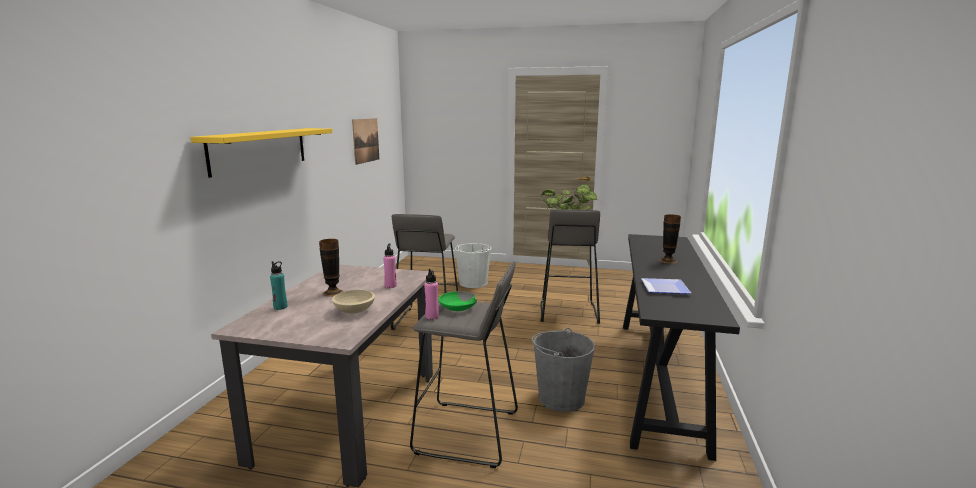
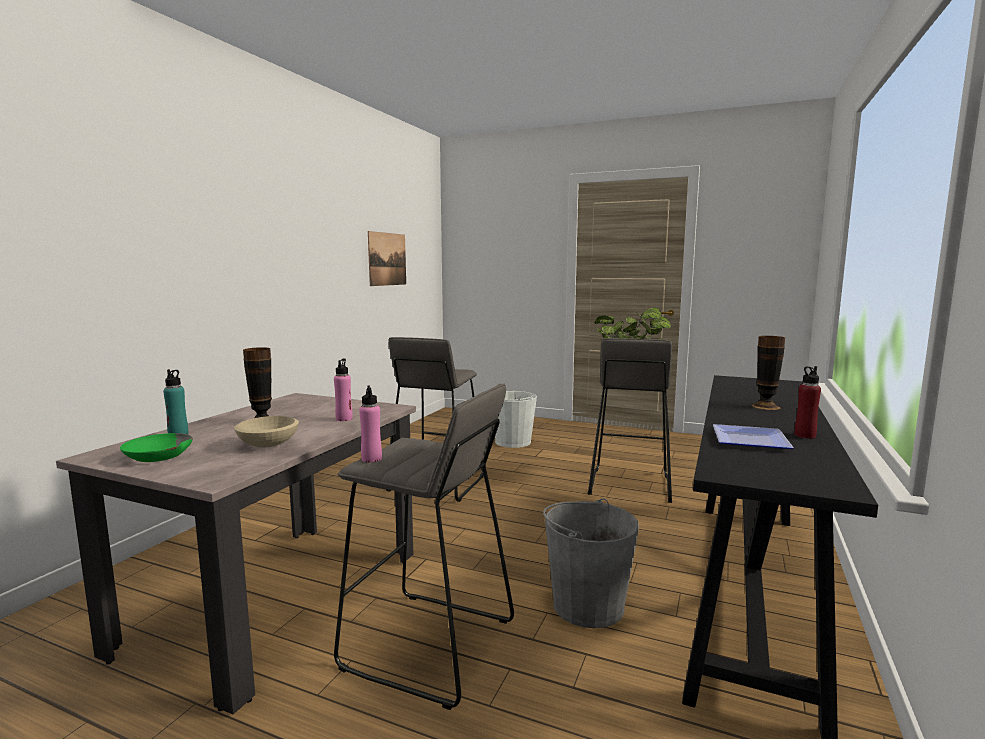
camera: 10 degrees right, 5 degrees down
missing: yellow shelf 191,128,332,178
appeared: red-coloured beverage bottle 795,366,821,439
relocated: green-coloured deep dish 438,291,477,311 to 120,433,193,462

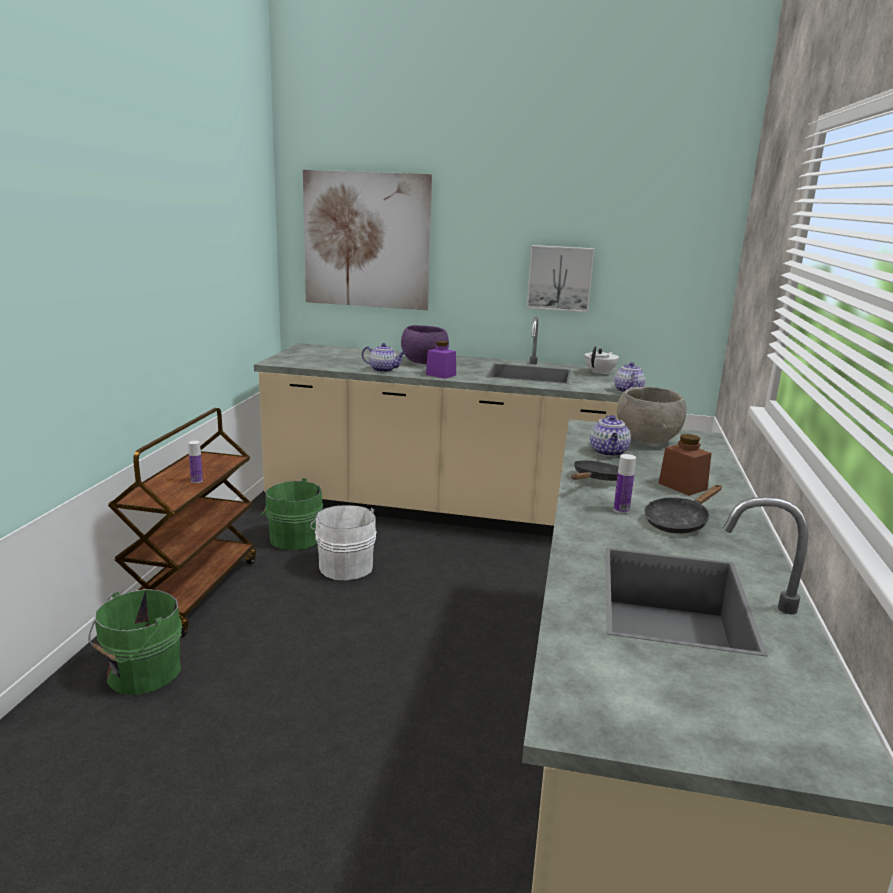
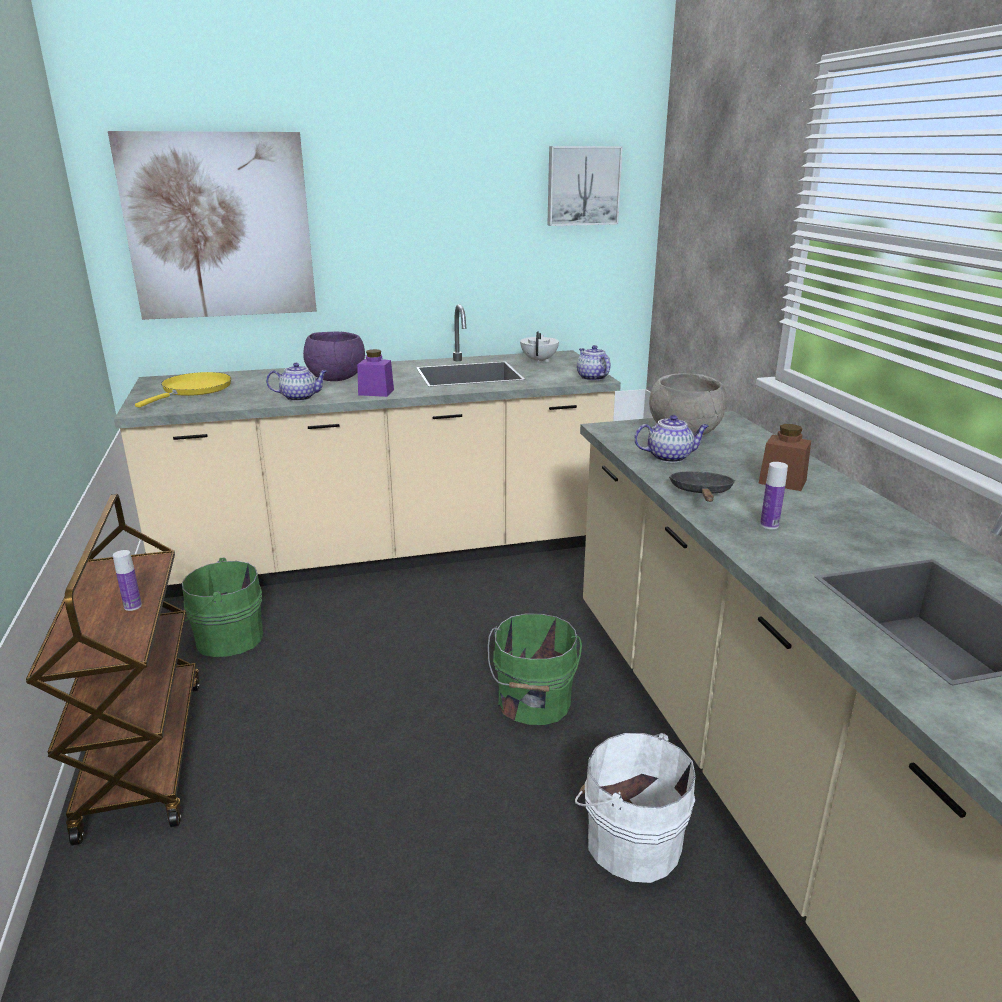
camera: 25 degrees left, 5 degrees up
missing: black frying pan 644,485,722,534
appeared: yellow frying pan 135,372,231,407
relocated: green-coloured water bucket 88,589,182,695 to 488,614,582,725; wall art 527,245,594,312 to 547,146,623,226; white water bucket 310,505,377,580 to 575,733,696,883
spun: pot for tea 590,415,631,457 = 634,415,709,463 75 degrees counterclockwise

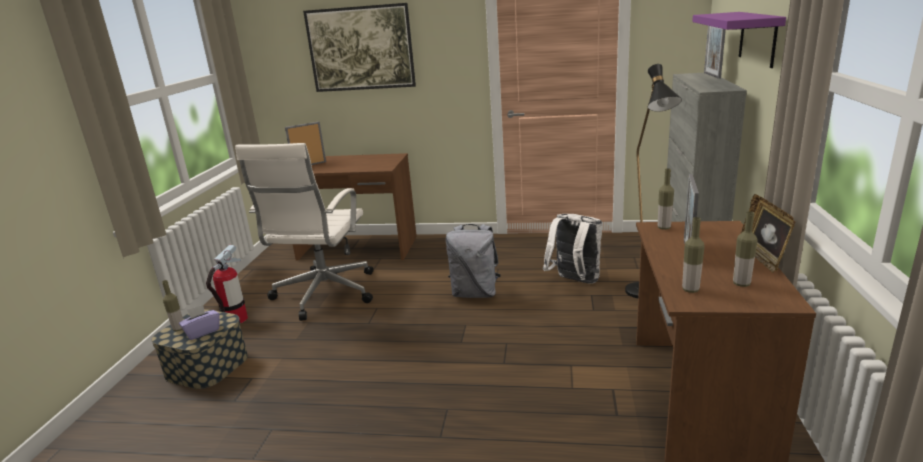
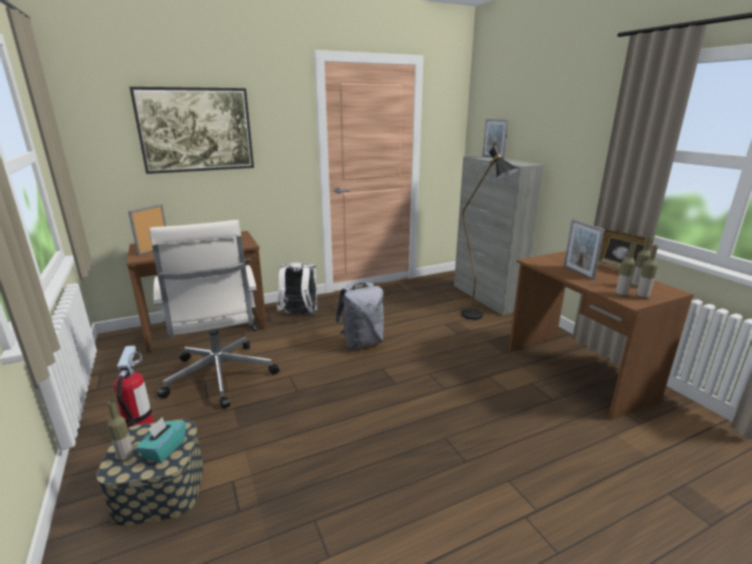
camera: 35 degrees left, 0 degrees up
missing: purple-coloured shelf 692,12,786,68
relocated: white backpack 543,214,602,283 to 277,263,319,315; beverage bottle 658,168,674,230 to 637,245,658,299
colour: purple-coloured box of tissues 179,305,220,340 to blue-green box of tissues 136,417,186,463

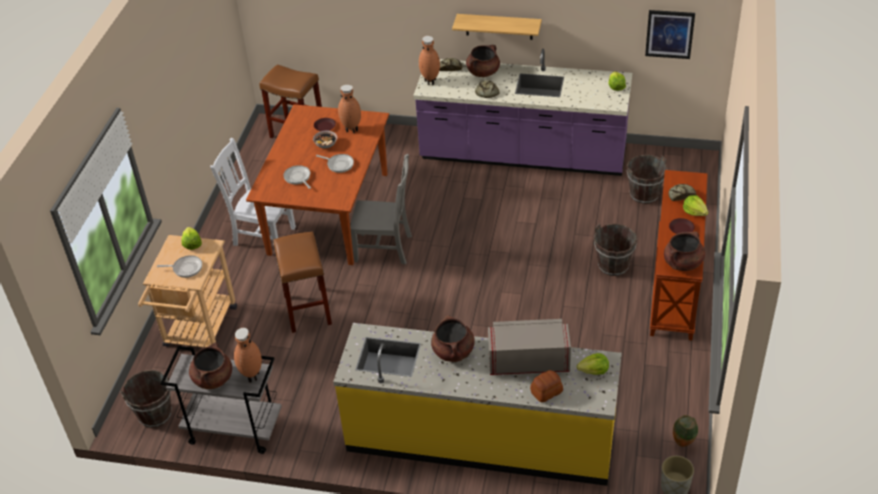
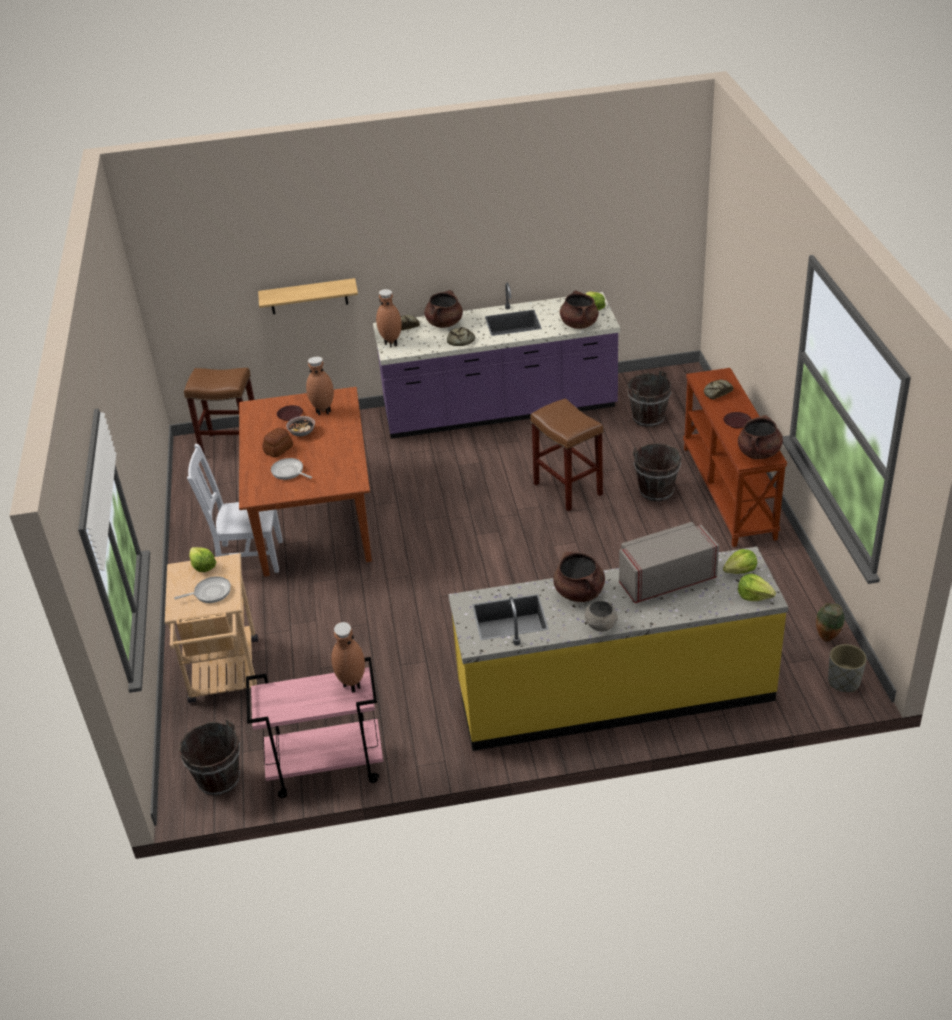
camera: 20 degrees left, 5 degrees down
missing: frying pan 316,154,354,173; grey plain chair 350,154,412,265; wall art 645,10,695,59
appeared: grey deep dish 585,601,618,631
relocated: shelf 452,14,542,40 to 258,278,358,314; bread 530,370,563,402 to 262,428,293,457; brown-coloured stool 273,232,332,333 to 530,398,603,511; brown-coloured stockpot 189,342,232,389 to 560,290,599,329; head of lettuce 683,195,708,216 to 738,573,776,601
colour: grey wheeled cart 160,346,282,454 to pinkish wheeled cart 246,657,383,798

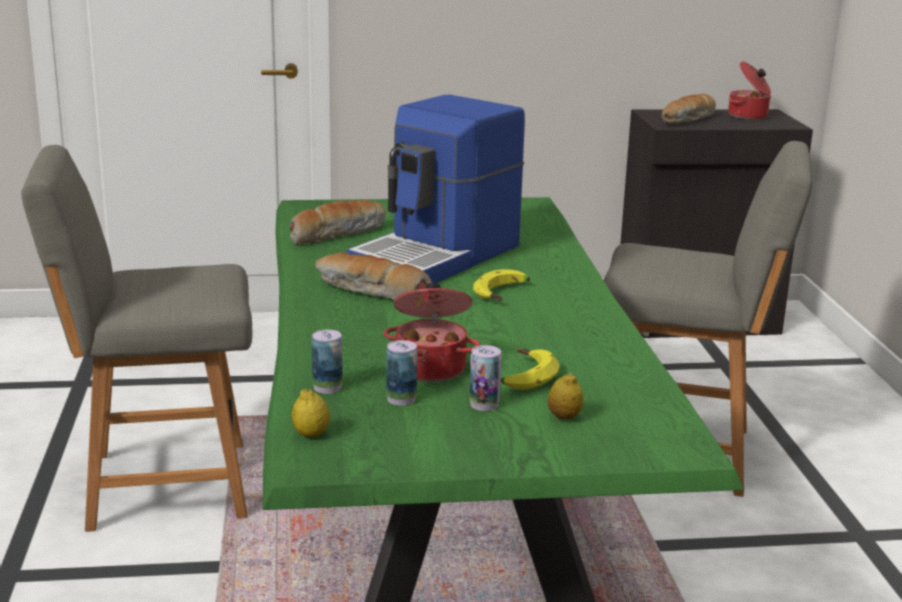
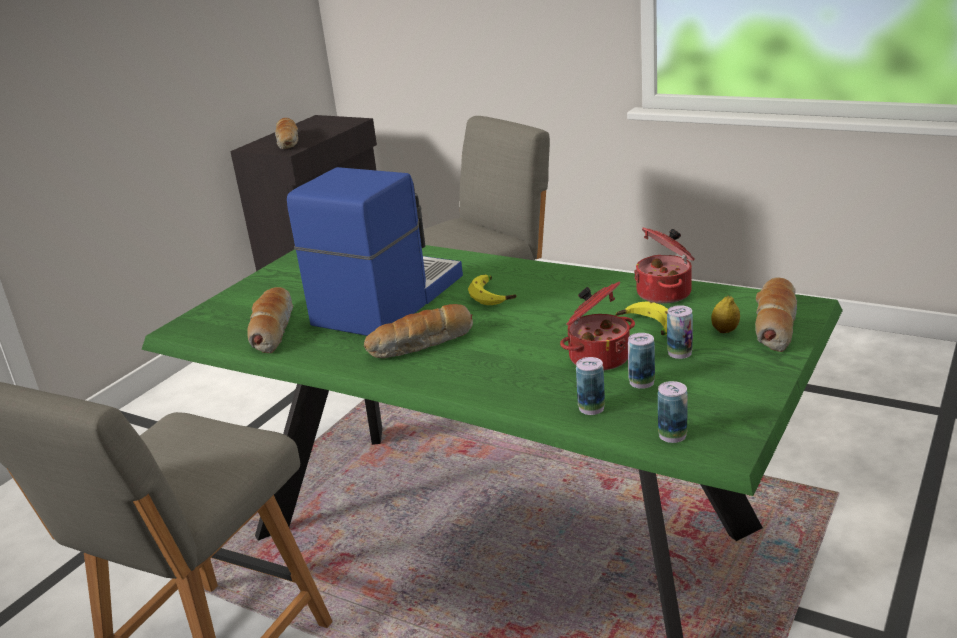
camera: 50 degrees left, 5 degrees up
appeared: bread 755,278,797,352
relocated: stockpot 728,61,771,120 to 634,228,695,304
exchanged: whole lemon 292,389,330,437 to can 658,381,688,443
spun: coffee machine 347,95,525,283 = 287,167,463,336 135 degrees counterclockwise

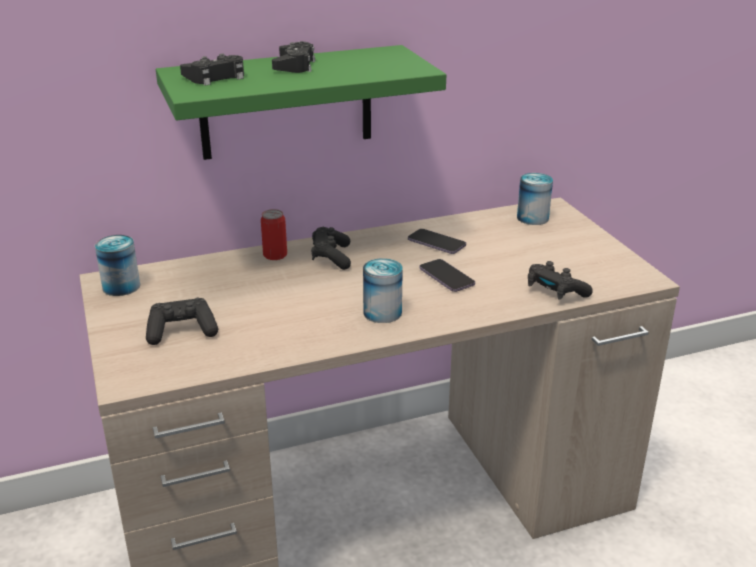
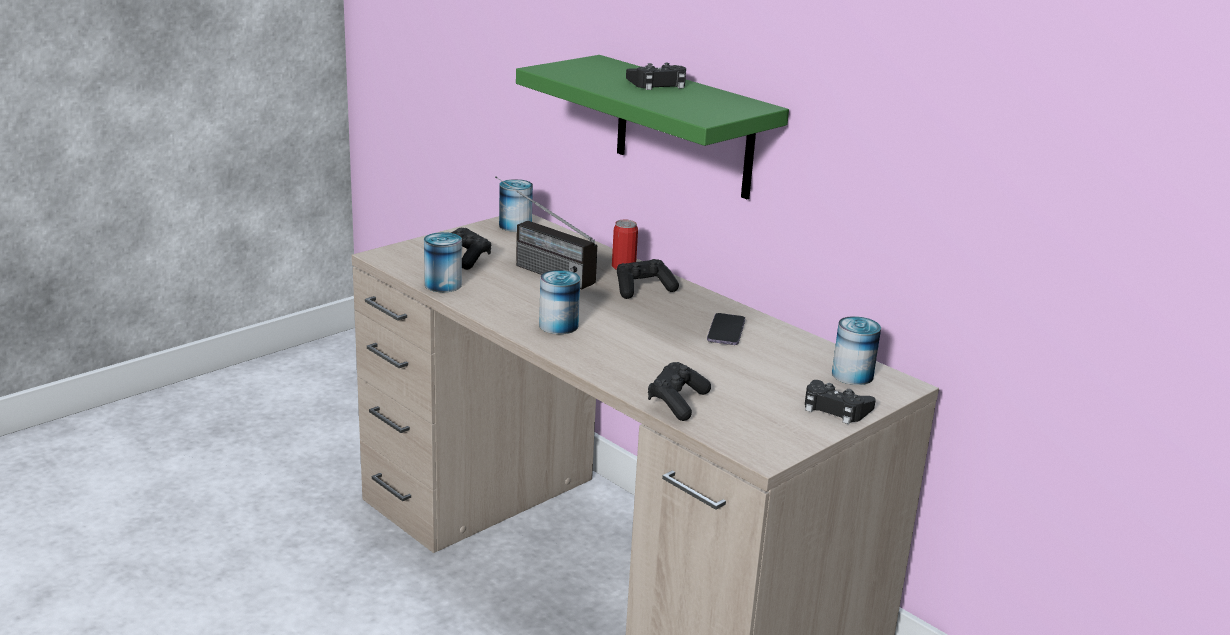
camera: 65 degrees right, 5 degrees down
missing: phone 419,259,475,292
appeared: can 424,232,462,292; radio 495,176,597,289
relocated: black game controller 180,53,244,86 to 805,380,876,424

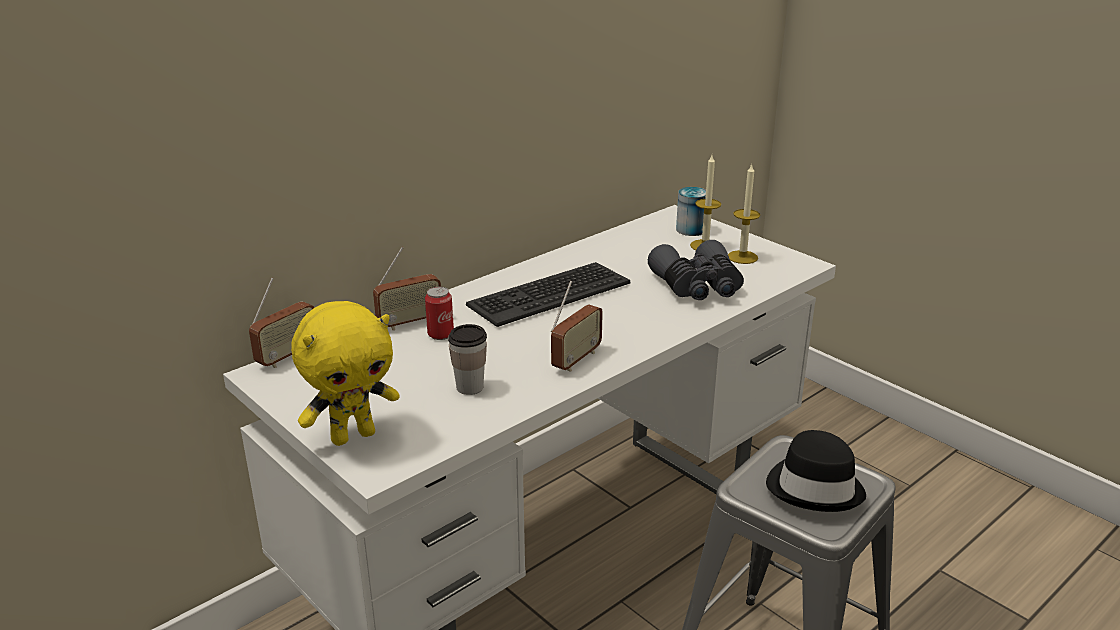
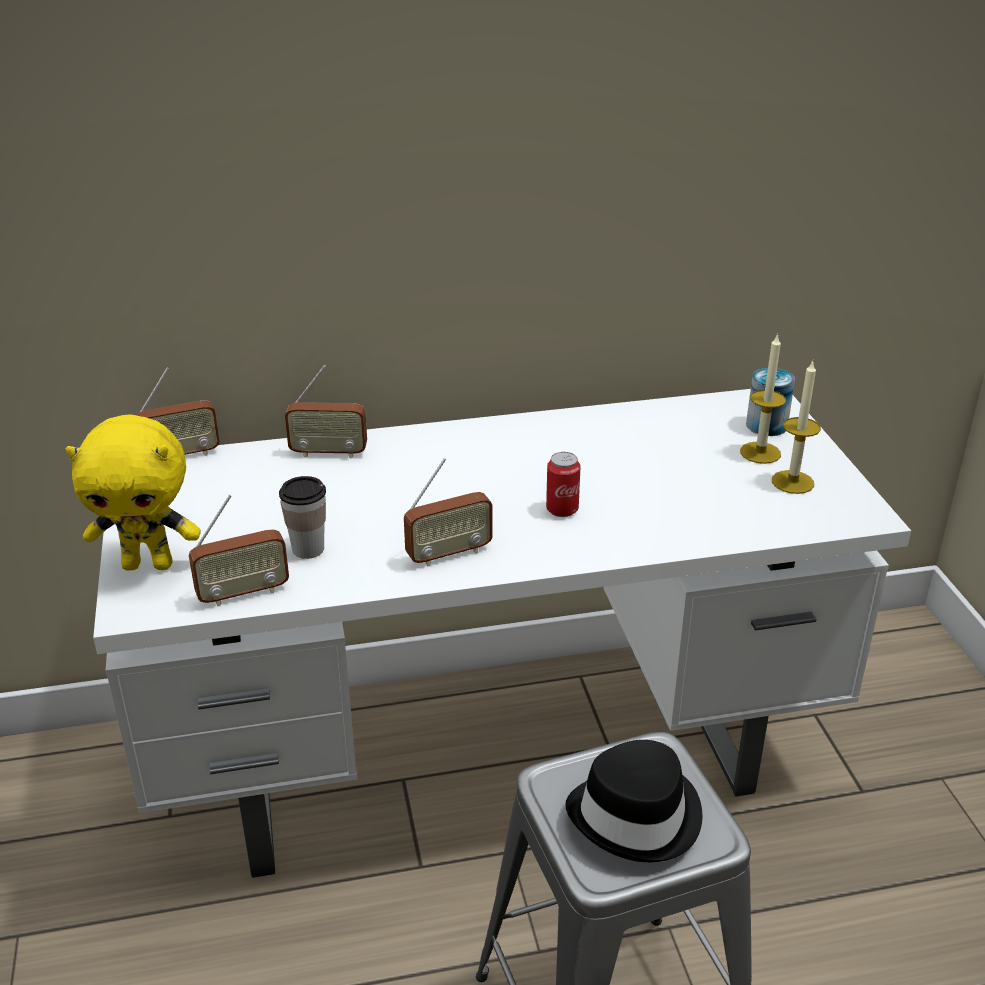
camera: 30 degrees right, 5 degrees up
missing: PC keyboard 466,262,631,327; grey binoculars 648,240,744,300
appeared: radio 189,495,289,606
relocated: can 425,287,454,340 to 546,452,581,517

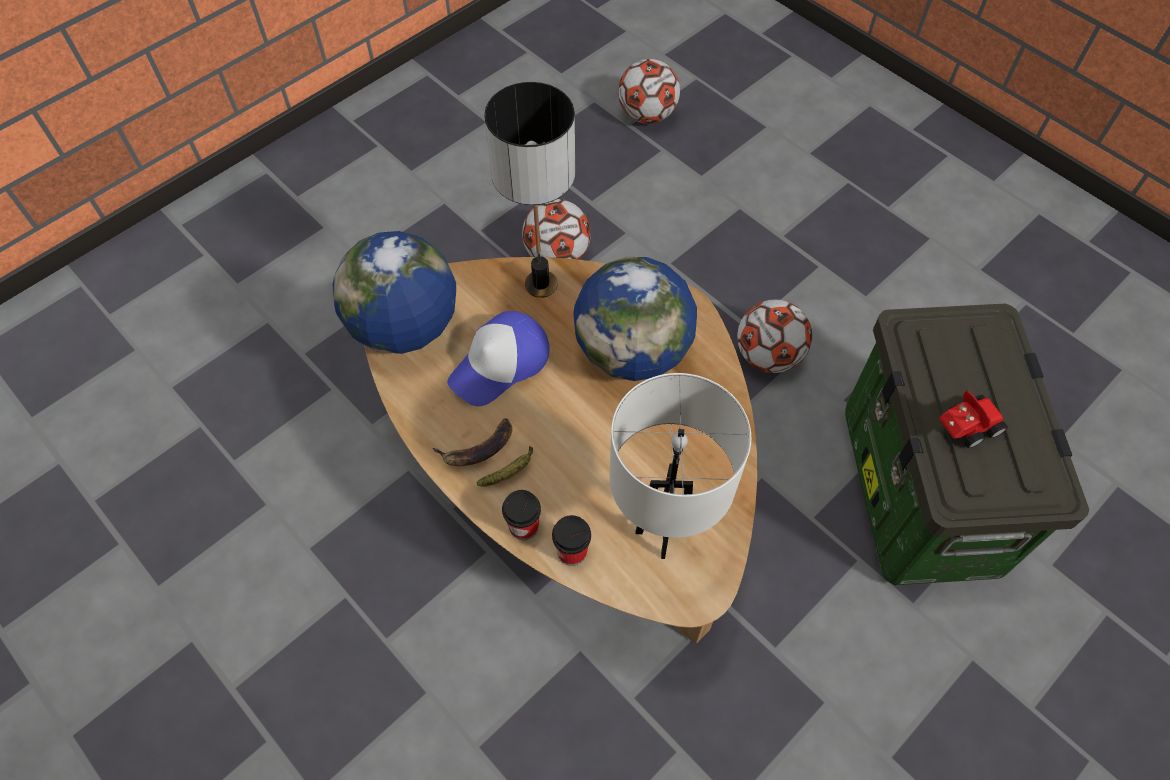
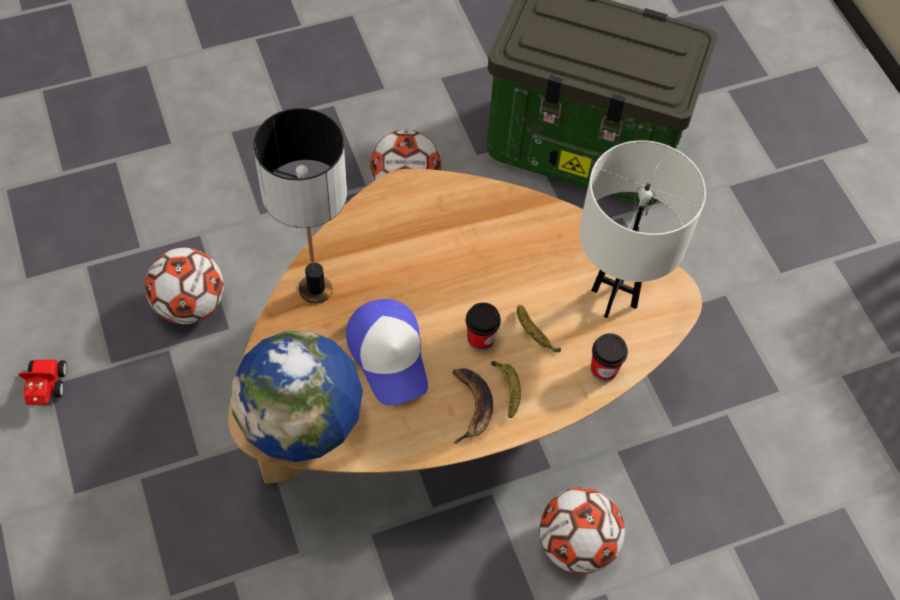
camera: 70 degrees left, 0 degrees up
missing: desk globe 573,257,697,381
appeared: banana 517,305,561,352
relocated: miniature car 939,390,1008,448 to 19,360,67,405; small cup 502,490,541,540 to 466,302,501,351; football ball 618,59,680,124 to 539,487,625,574

